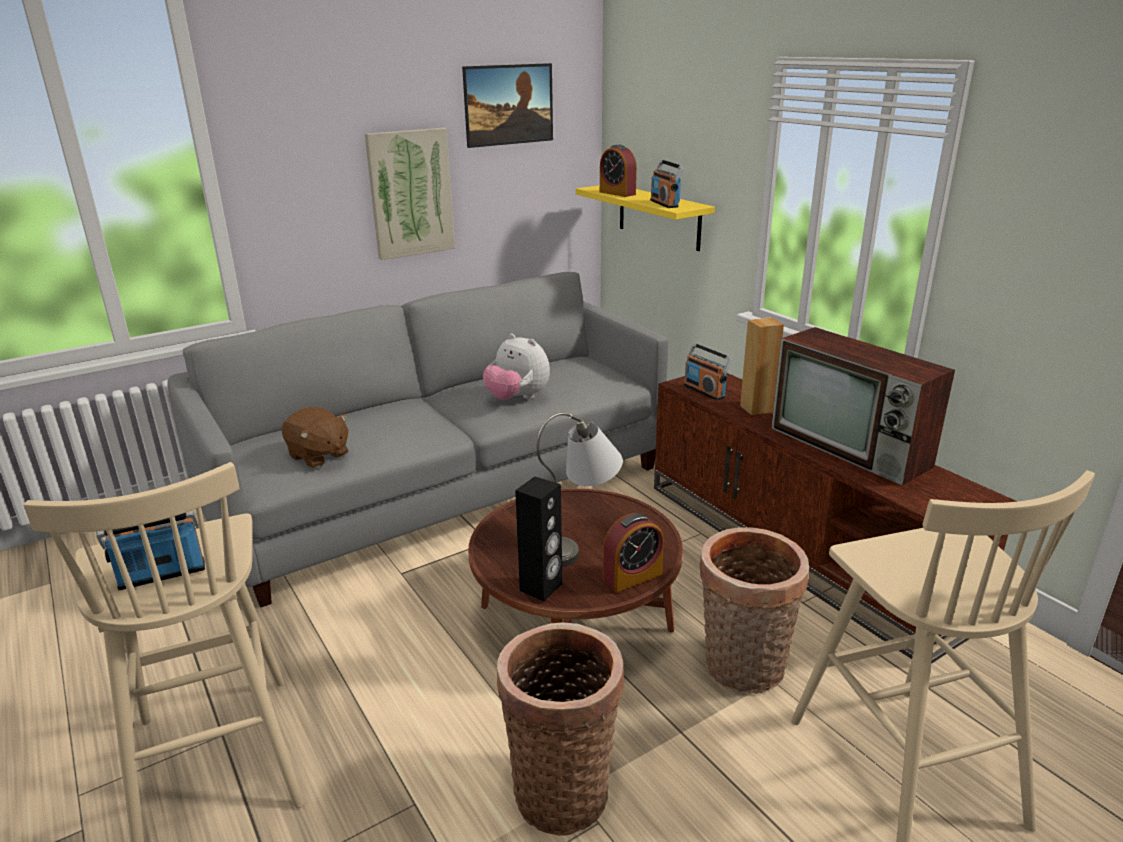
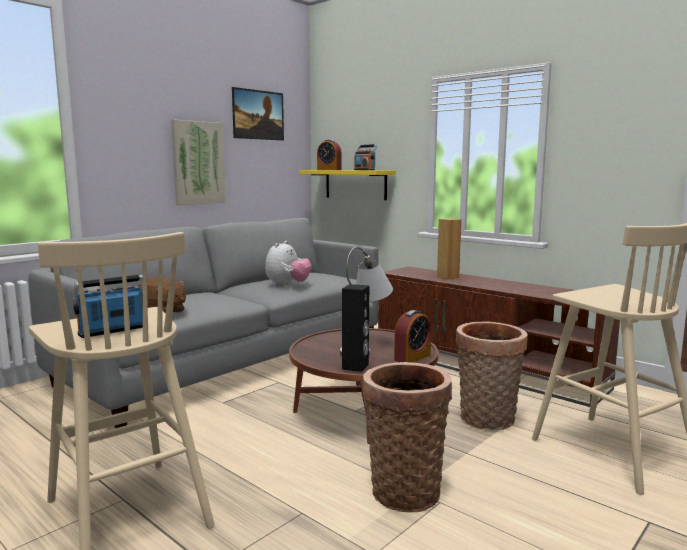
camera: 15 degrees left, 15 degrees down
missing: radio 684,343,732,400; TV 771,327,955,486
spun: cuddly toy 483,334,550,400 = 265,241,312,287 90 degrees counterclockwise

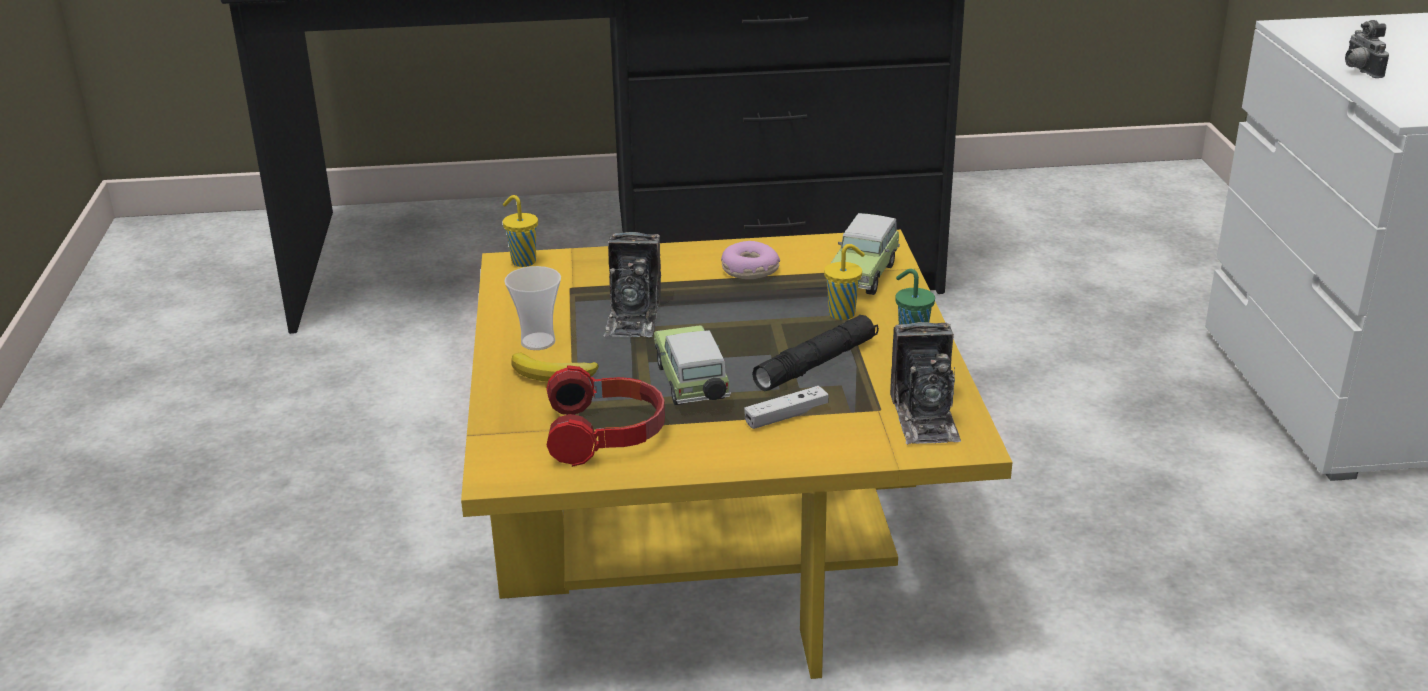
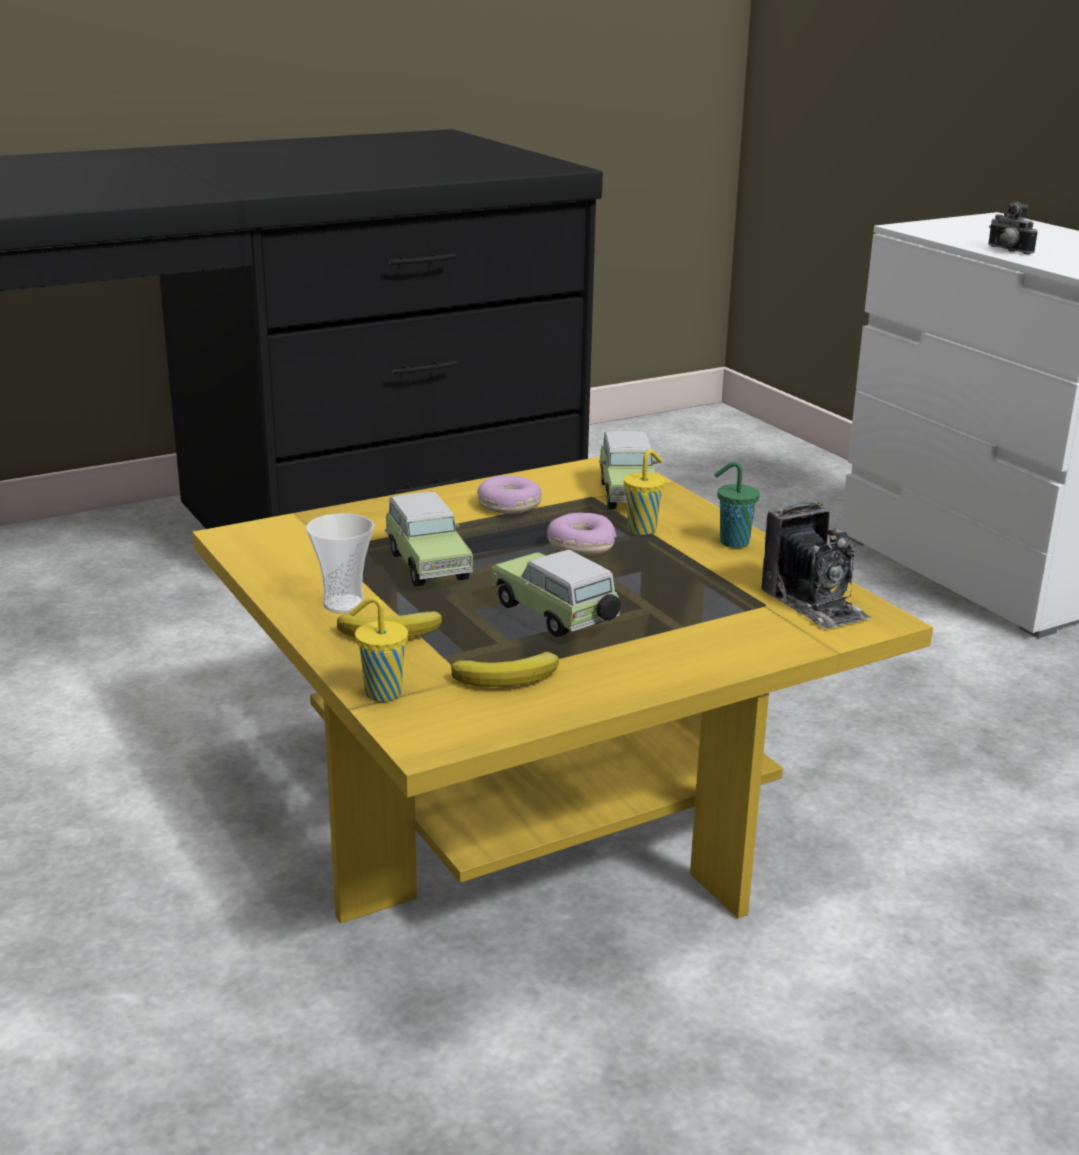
camera: 25 degrees left, 5 degrees down
missing: white game controller 744,386,828,429; black flashlight 752,315,879,391
appeared: doughnut 547,513,617,555
relocated: yellow small cup 503,195,538,267 to 350,596,408,702
exchanged: still camera 604,232,661,337 to miniature car 384,492,473,587; headset 546,365,665,467 to banana 451,652,559,687

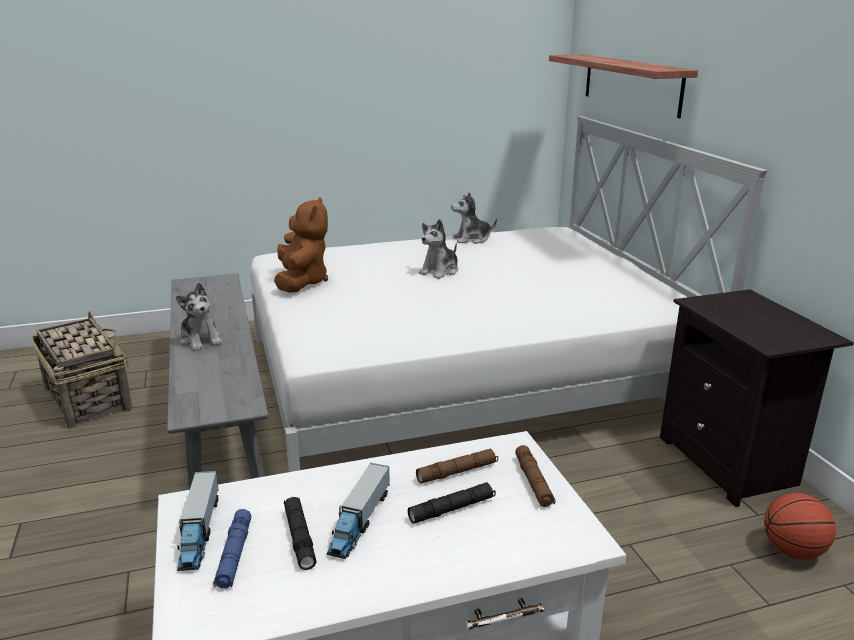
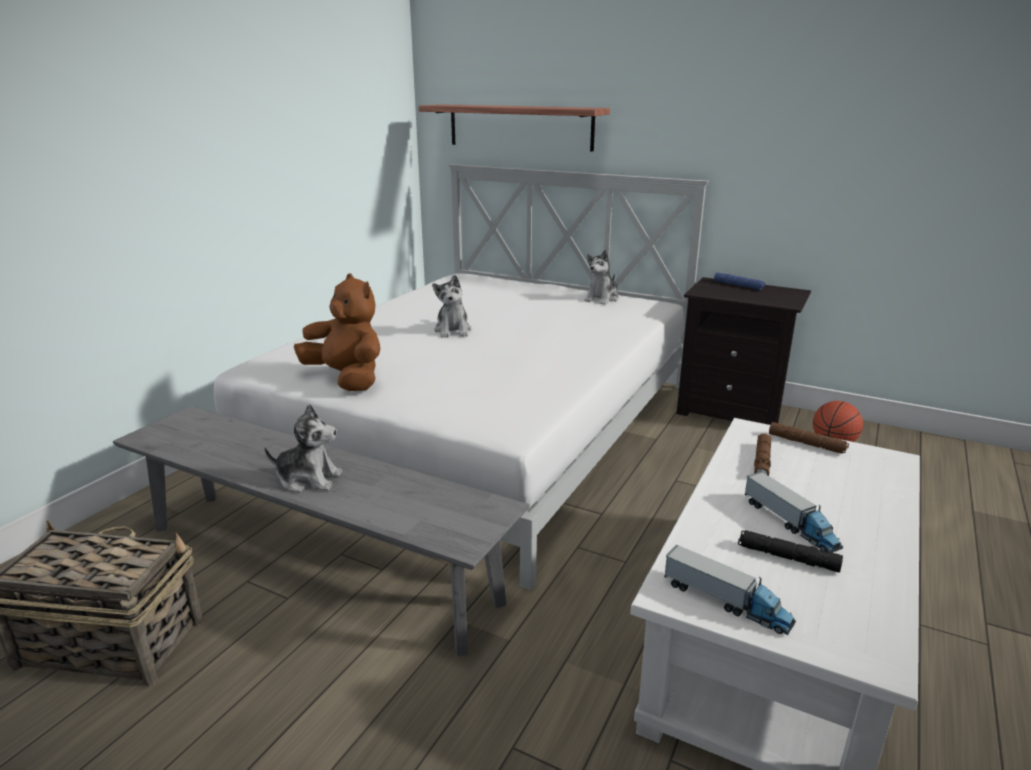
camera: 45 degrees left, 0 degrees up
missing: black flashlight 408,482,496,524
relocated: cuddly toy 451,192,497,244 to 584,250,619,305; bluish flashlight 213,509,252,589 to 714,272,766,290

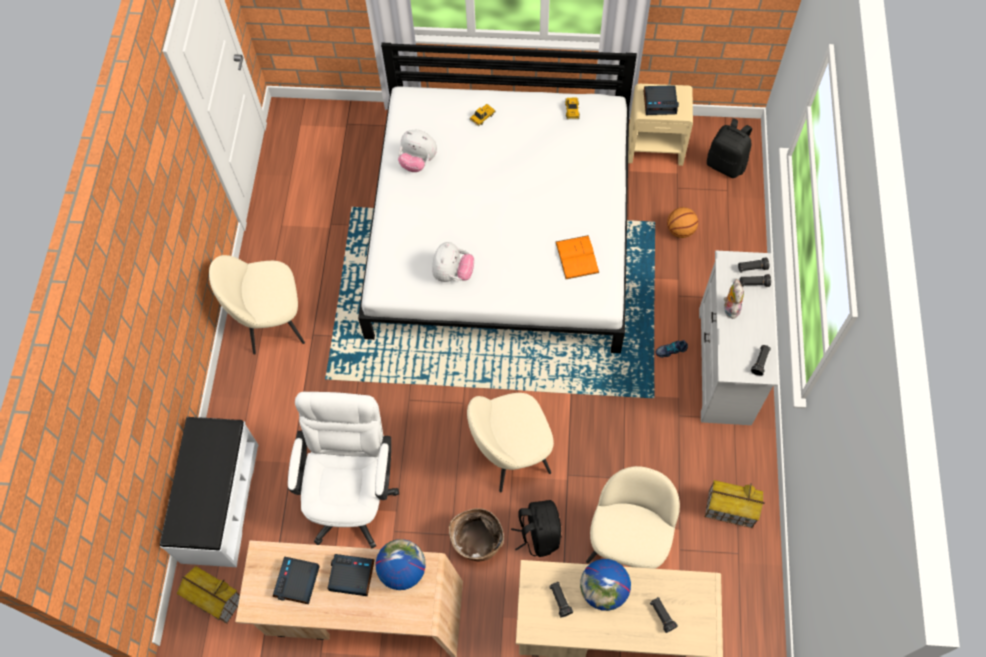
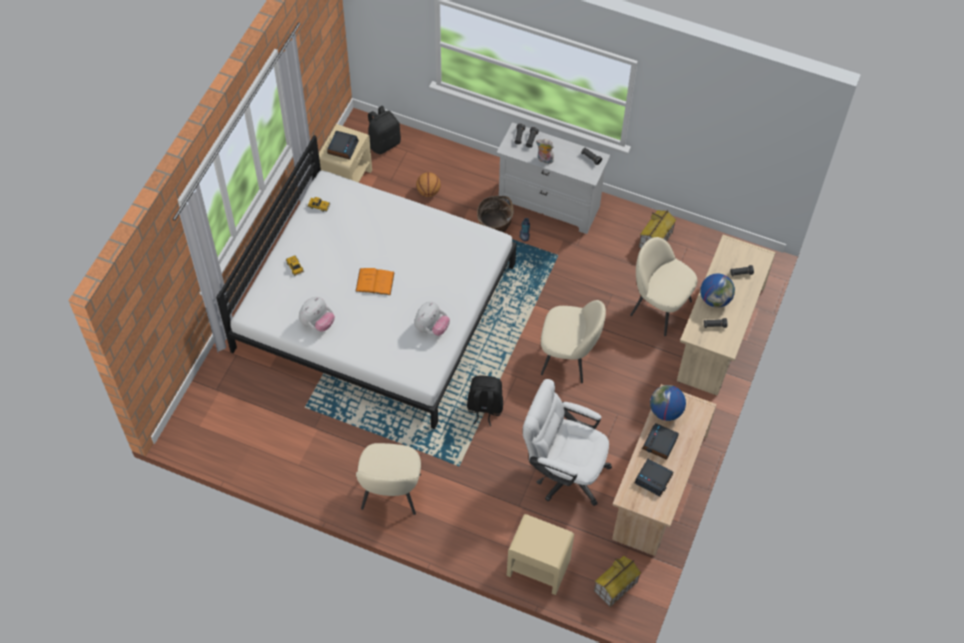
camera: 75 degrees left, 5 degrees down
relocated: orange-coloured book 555,235,599,279 to 355,268,395,295; black backpack 511,500,561,557 to 467,375,503,426; basket 449,508,504,562 to 477,196,514,233
exchanged: white bench 160,417,258,567 to beige night table 506,514,574,595
spun: cuddly toy 432,242,474,282 = 414,302,450,336 90 degrees clockwise; beige plain chair 467,393,554,492 = 541,300,606,383 75 degrees counterclockwise

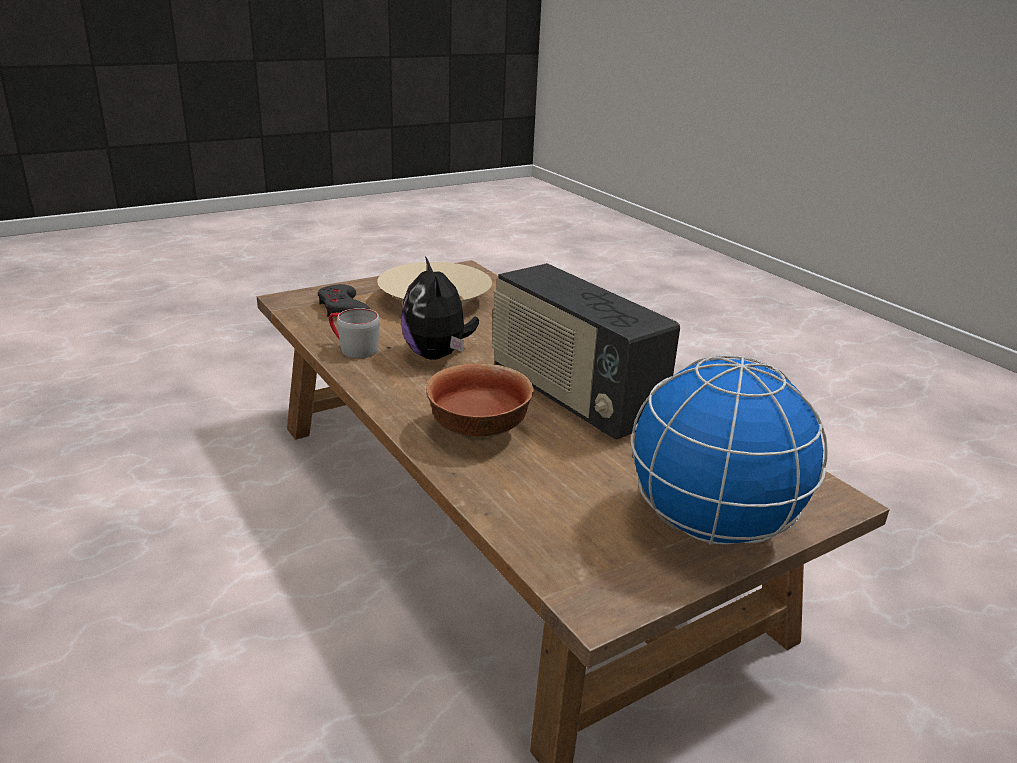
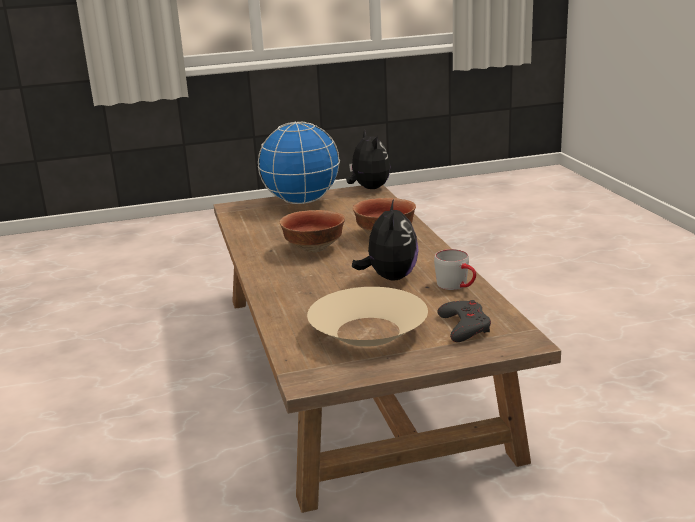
camera: 160 degrees left, 5 degrees down
appeared: cuddly toy 346,129,391,189
exchanged: radio 492,263,680,439 to deep dish 280,210,345,253

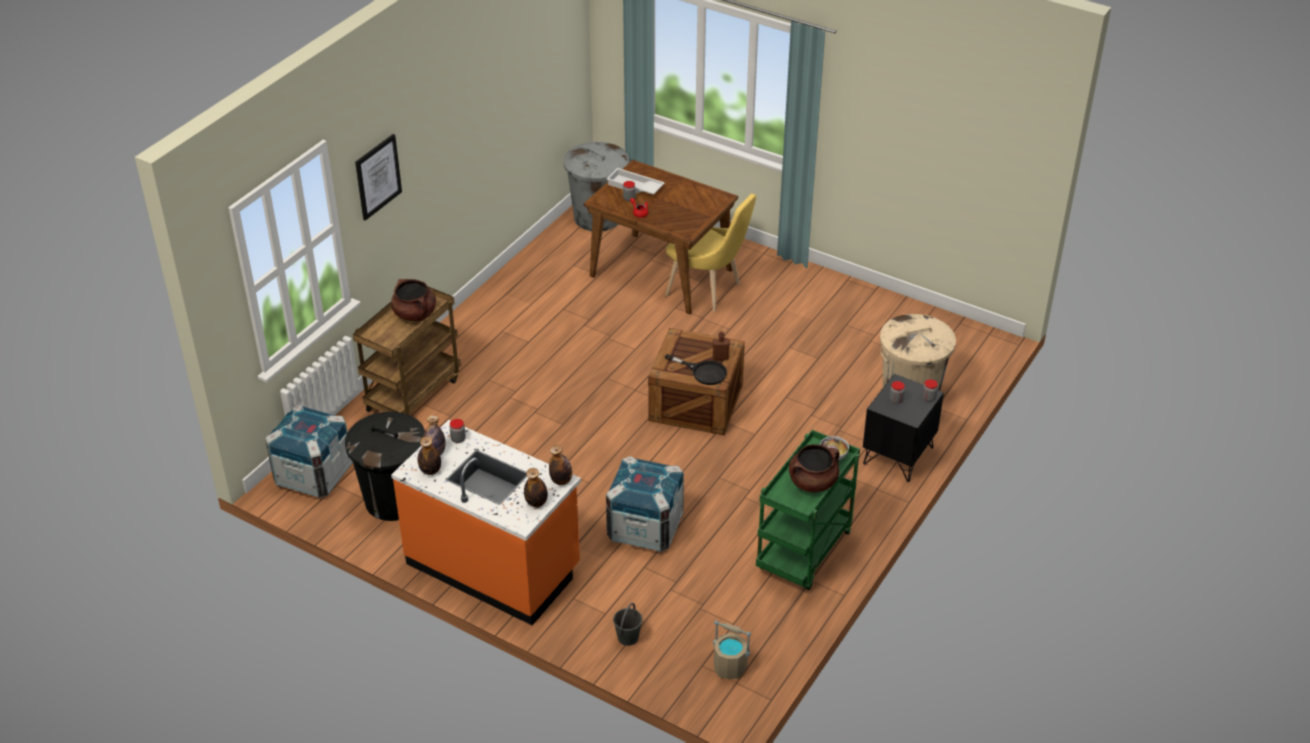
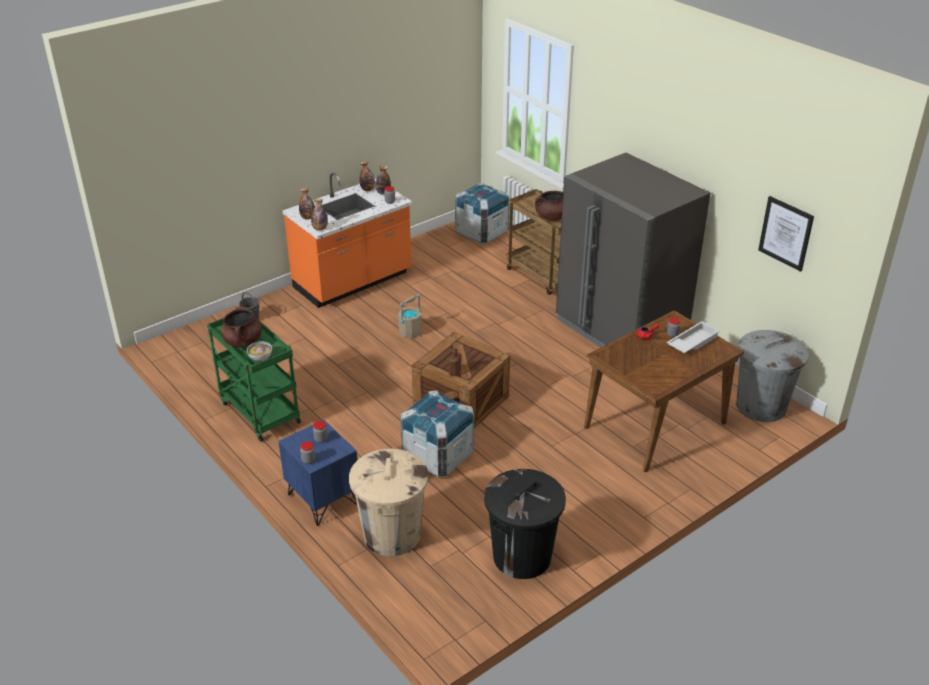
camera: 110 degrees right, 5 degrees down
missing: yellow plain chair 665,194,756,312; black frying pan 665,354,727,385
appeared: grey kitchen fridge 556,153,710,348
relocated: beige water bucket 713,621,751,679 to 398,293,422,338; shipping crate 606,456,684,552 to 401,391,474,477; black trash can 345,412,425,521 to 484,469,566,579; wall art 355,134,402,221 to 758,196,814,272
colour: black night table 863,374,944,482 to bluish night table 278,420,357,526

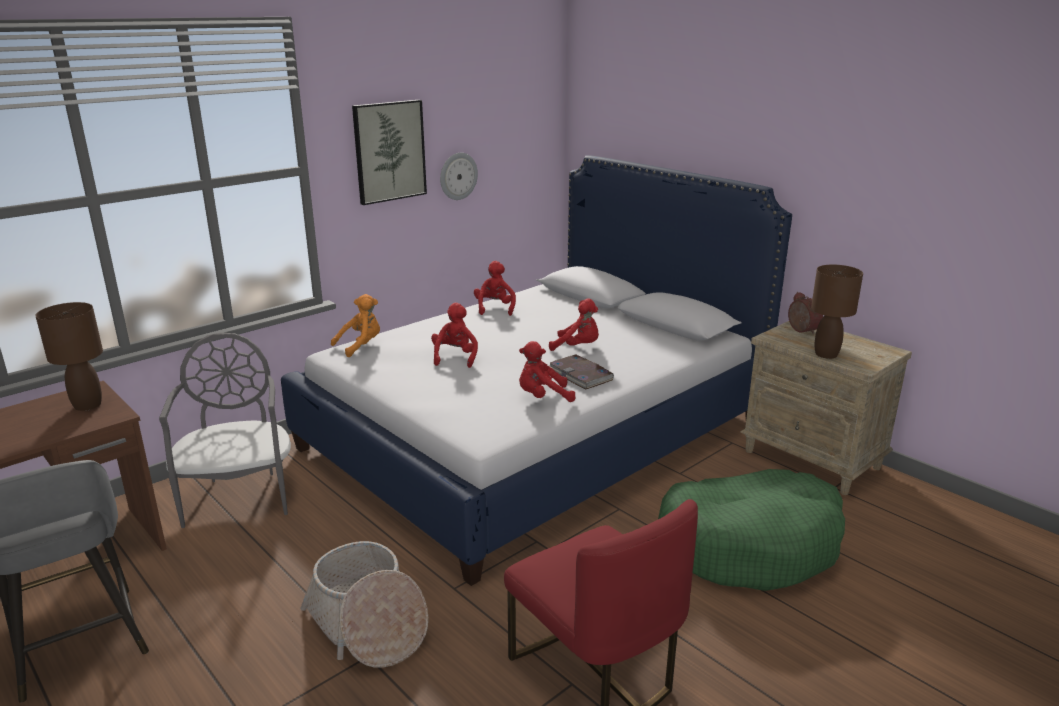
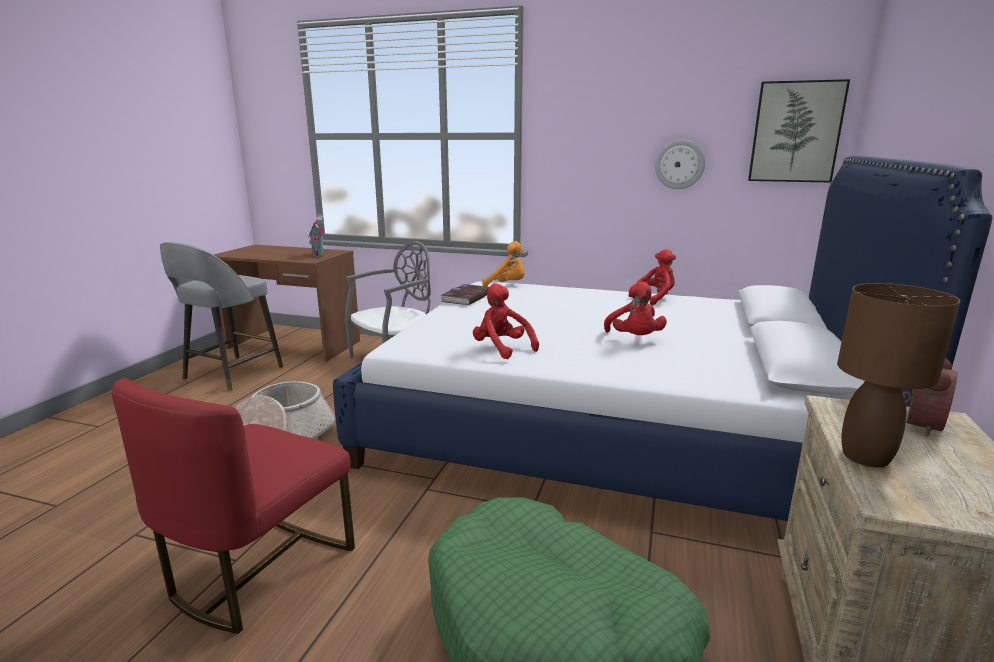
camera: 60 degrees right, 5 degrees down
missing: red-coloured cuddly toy 431,303,478,368
relocated: book 549,354,614,390 to 440,284,489,305; wall art 352,100,427,205 to 748,79,850,182
exchanged: brown-coloured lamp for a table 35,302,103,411 to miniature house 309,214,324,257

